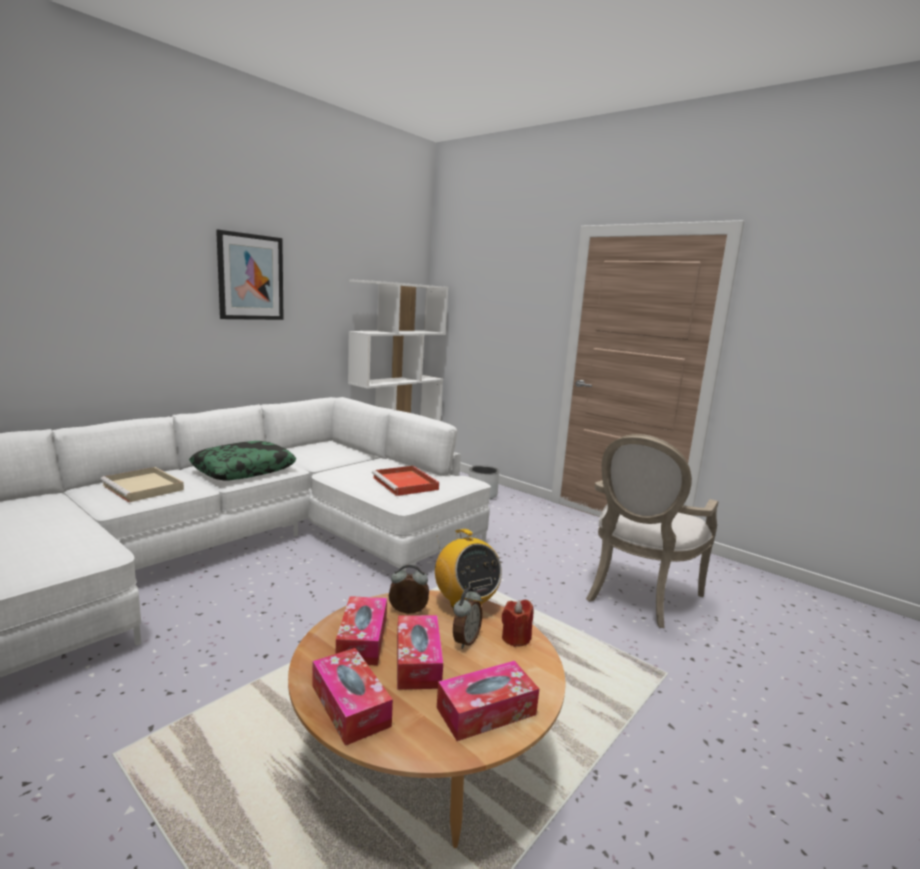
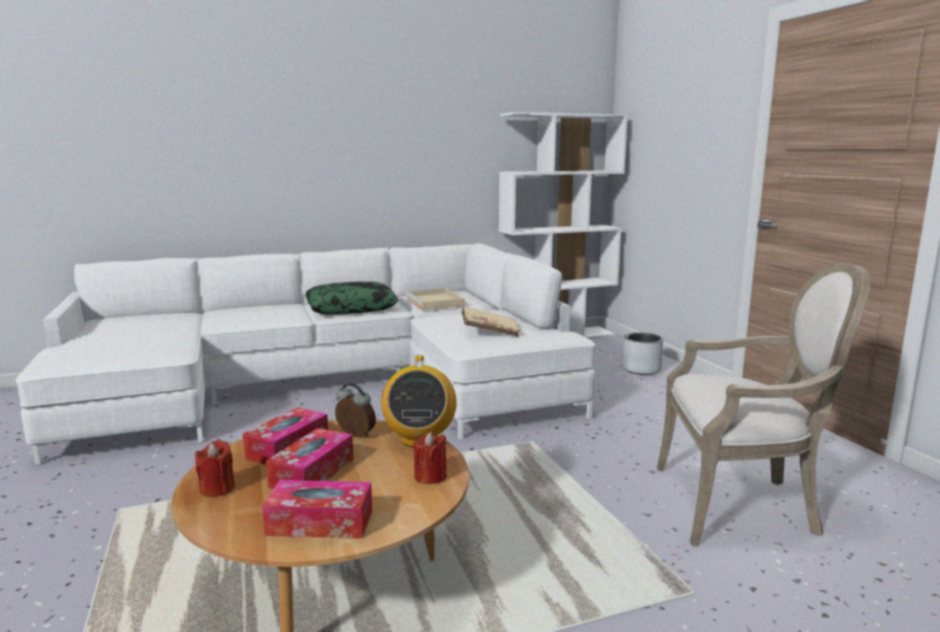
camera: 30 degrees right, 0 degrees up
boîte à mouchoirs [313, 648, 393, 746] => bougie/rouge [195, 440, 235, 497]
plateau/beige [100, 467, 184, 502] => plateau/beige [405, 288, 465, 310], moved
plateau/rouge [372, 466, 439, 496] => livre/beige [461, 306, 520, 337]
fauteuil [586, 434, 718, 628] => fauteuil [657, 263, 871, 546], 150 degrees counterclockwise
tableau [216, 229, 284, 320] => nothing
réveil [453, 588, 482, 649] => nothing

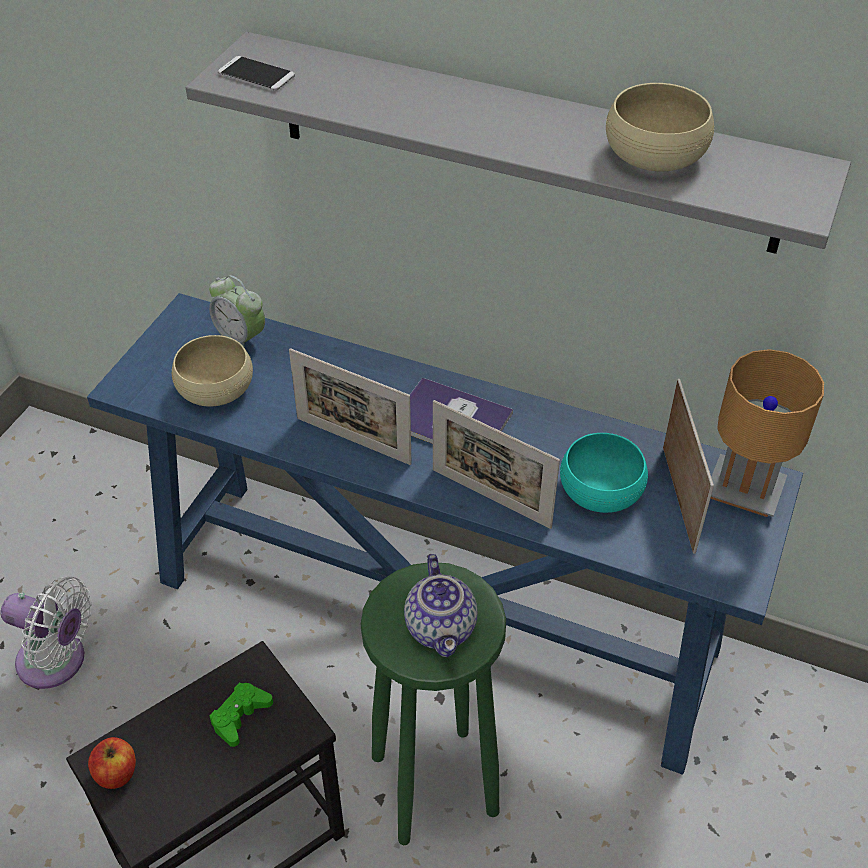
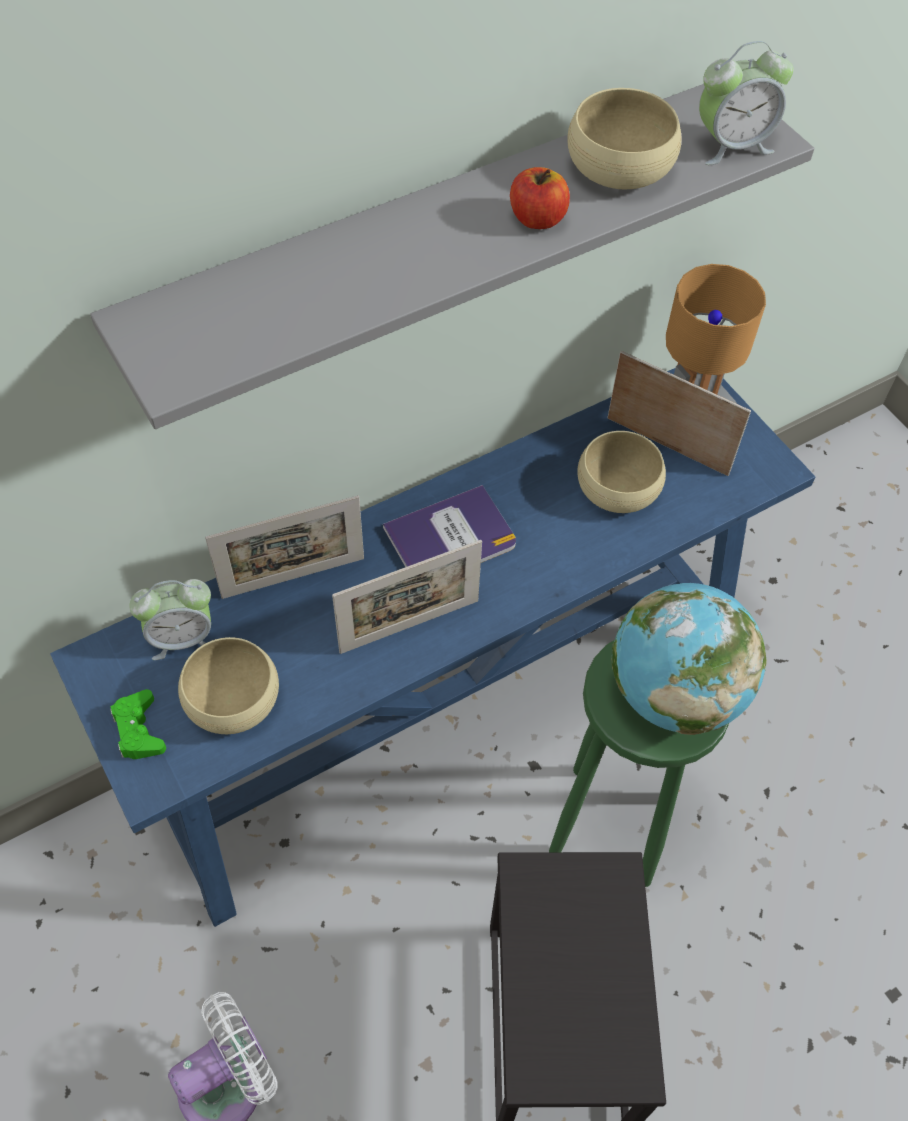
camera: 55 degrees left, 10 degrees up
manette/vert [209, 683, 273, 747] => manette/vert [110, 689, 166, 759], moved
cadre photo [433, 400, 560, 529] => cadre photo [205, 495, 364, 599], moved
pomme [88, 737, 136, 789] => pomme [510, 167, 570, 229], moved
bol/turquoise [560, 433, 648, 513] => bol/beige [577, 431, 666, 513]
théière [404, 554, 478, 657] => globe [612, 583, 767, 735]
nothing => réveil [699, 41, 793, 165]
téléphone [218, 56, 295, 91] => nothing

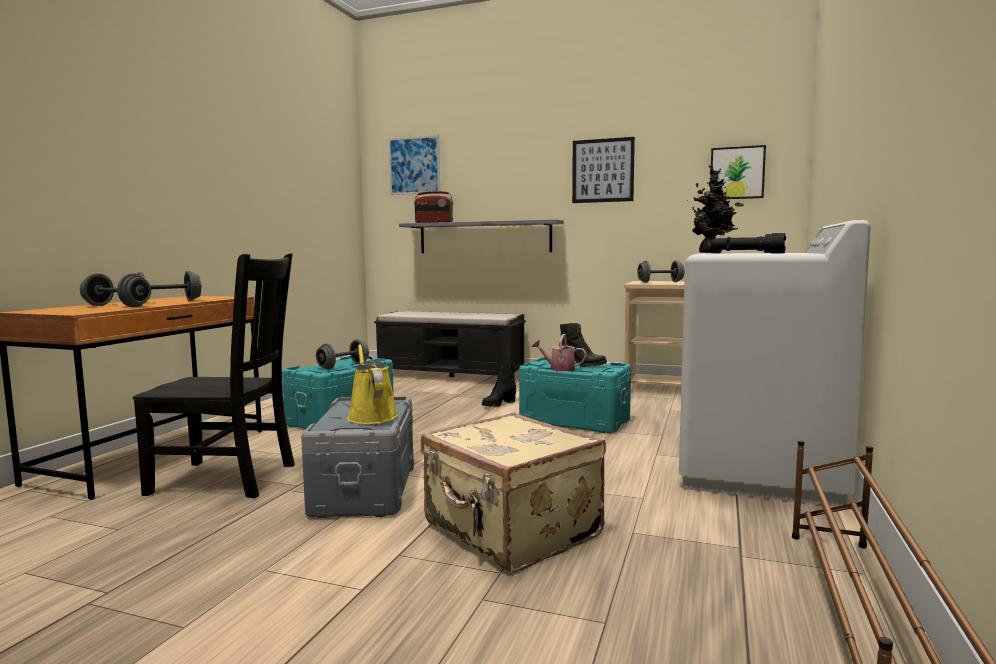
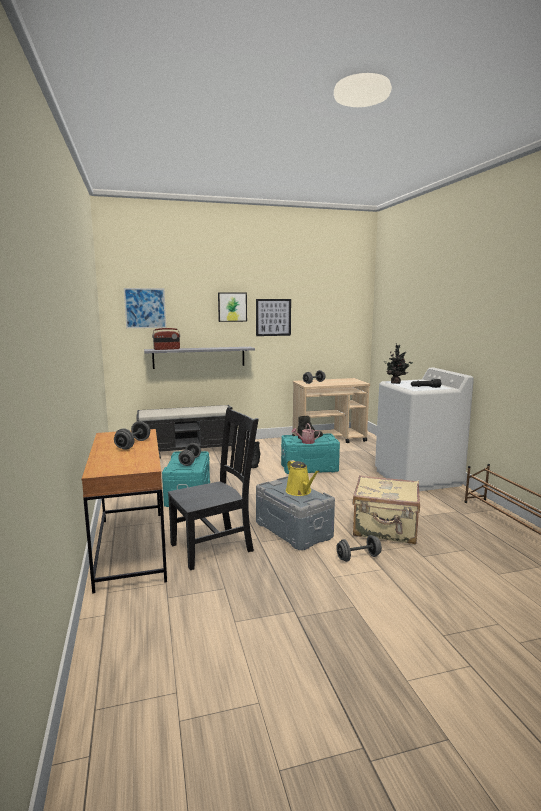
camera: 35 degrees left, 5 degrees up
tableau [710, 145, 766, 199] => tableau [218, 292, 247, 322], moved
arrosoir/jaune [347, 344, 398, 424] => arrosoir/jaune [286, 460, 320, 496], 150 degrees counterclockwise
haltère/gris [80, 273, 151, 307] => haltère/gris [336, 535, 382, 562], moved

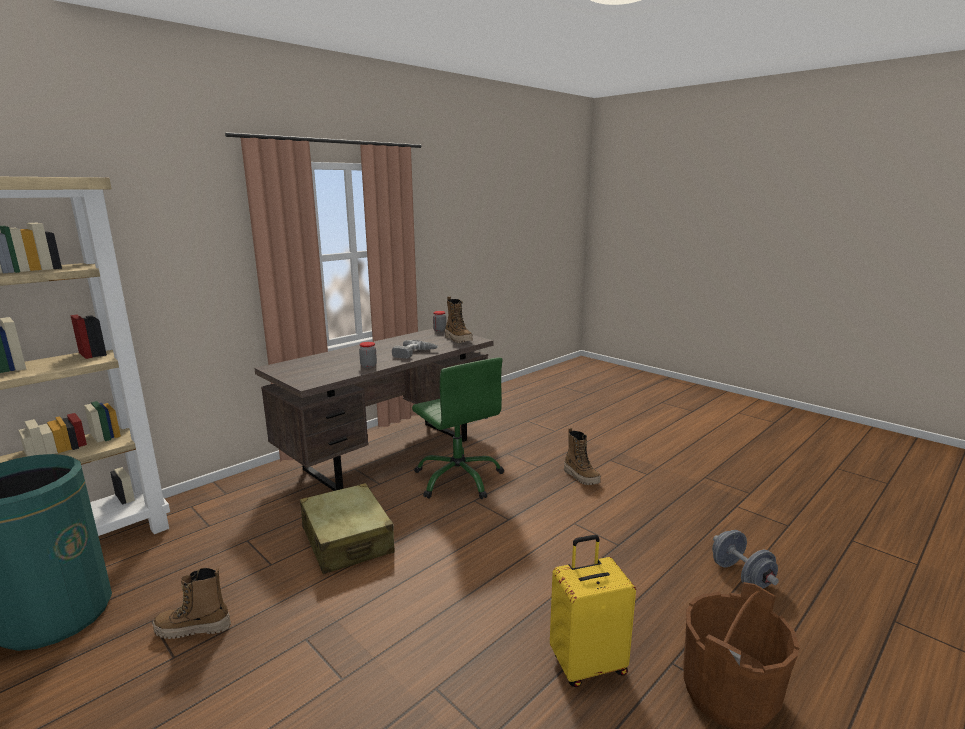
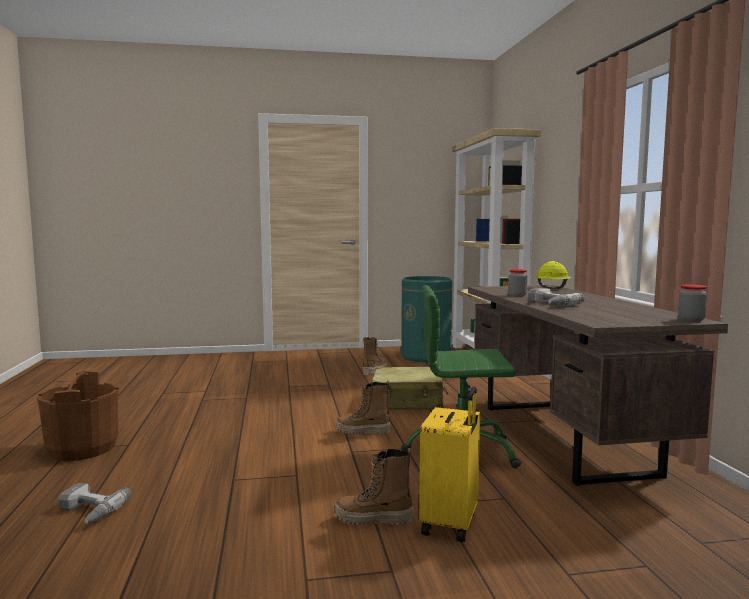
camera: 125 degrees right, 10 degrees down
haltère/gris [712, 530, 779, 588] => perceuse [58, 483, 131, 524]
botte [445, 296, 473, 343] => botte [336, 381, 391, 435], moved
valise/jaune [550, 535, 636, 687] => valise/jaune [419, 387, 480, 542], moved
nothing => casque de chantier/jaune [536, 261, 571, 289]

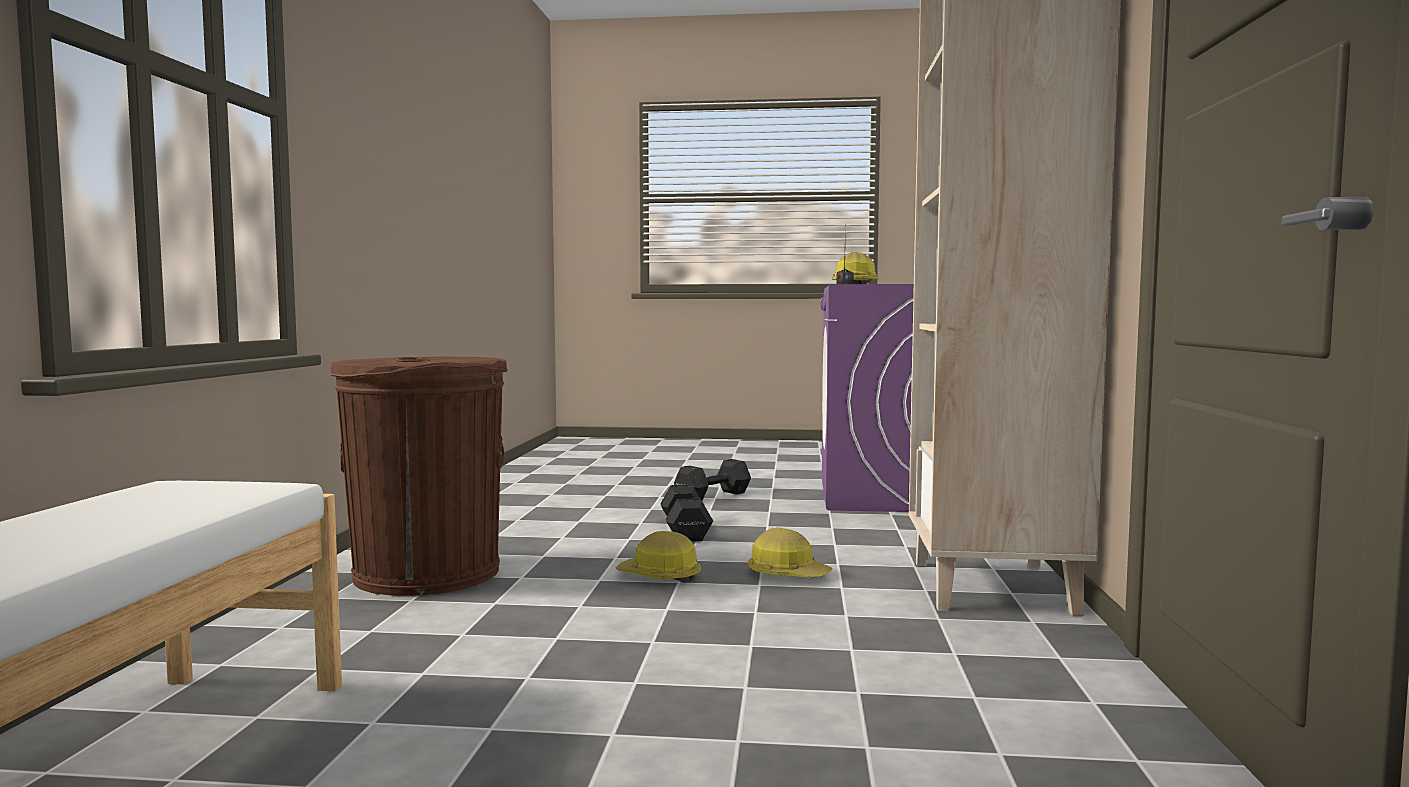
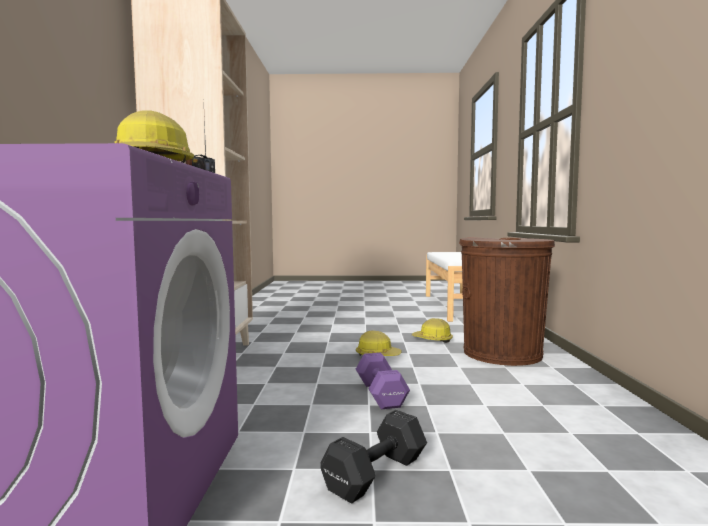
camera: 175 degrees right, 0 degrees up
haltère/noir [660, 485, 713, 542] => haltère/violet [356, 353, 410, 409]
casque de chantier [748, 528, 832, 578] => casque de chantier [412, 318, 453, 343], moved

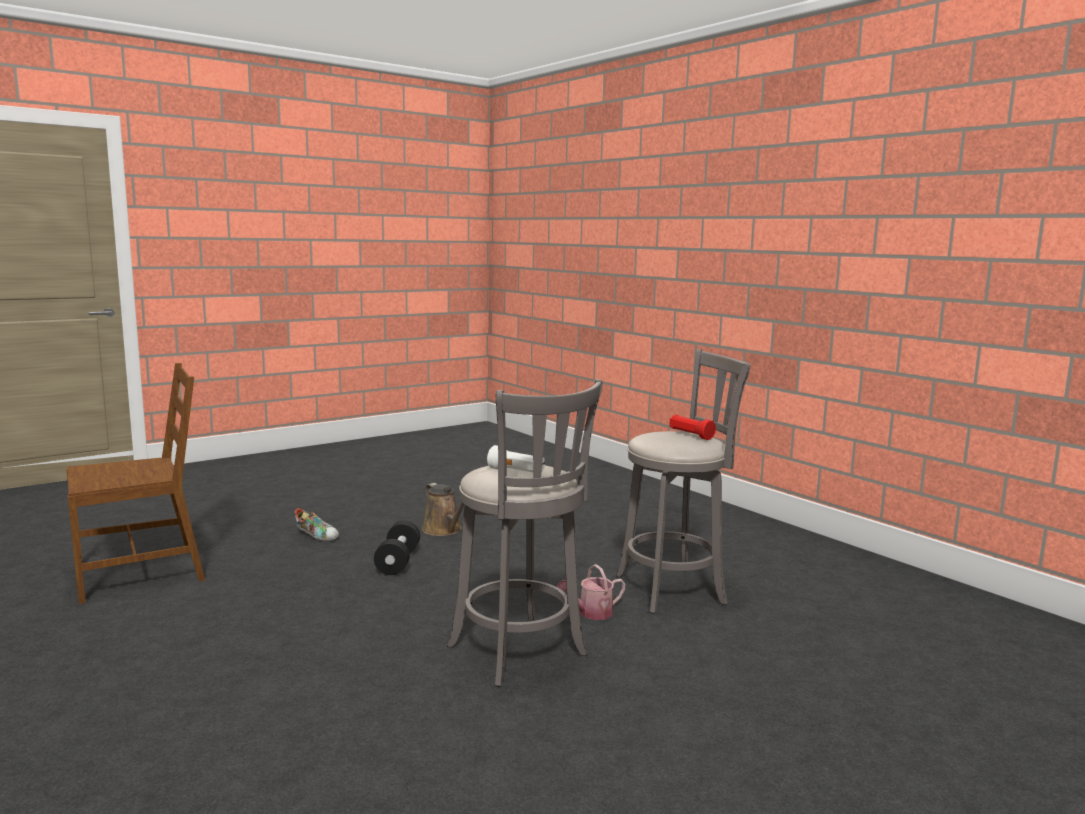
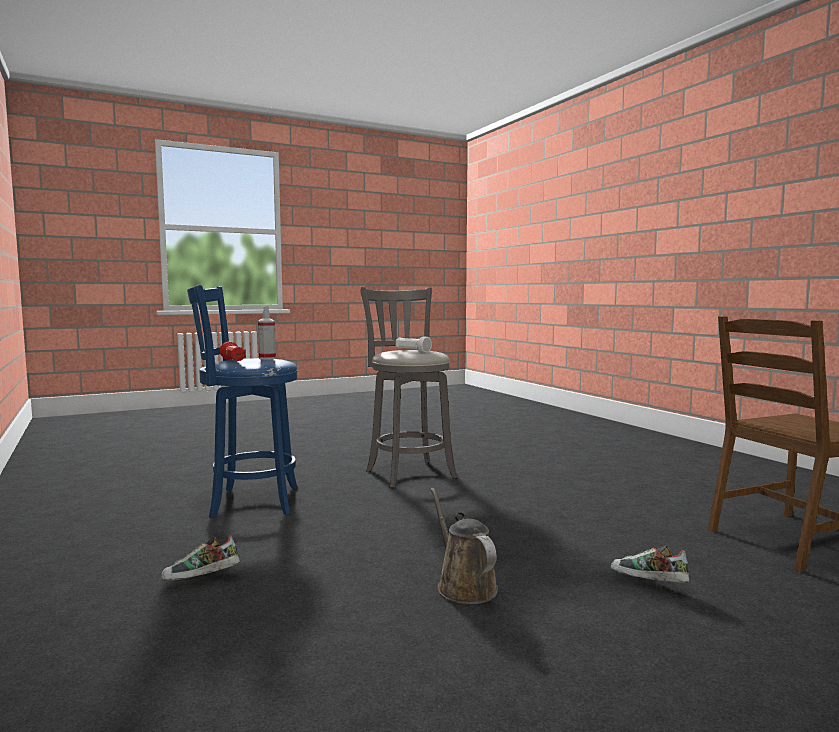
camera: 170 degrees left, 5 degrees down
nothing => chaussure [161, 535, 240, 581]
tabouret/gris [616, 349, 751, 614] => tabouret/bleu [187, 285, 298, 518]
nothing => vaporisateur [258, 306, 276, 360]
haltère/noir [374, 520, 420, 575] => nothing
arrosoir [557, 564, 626, 620] => nothing

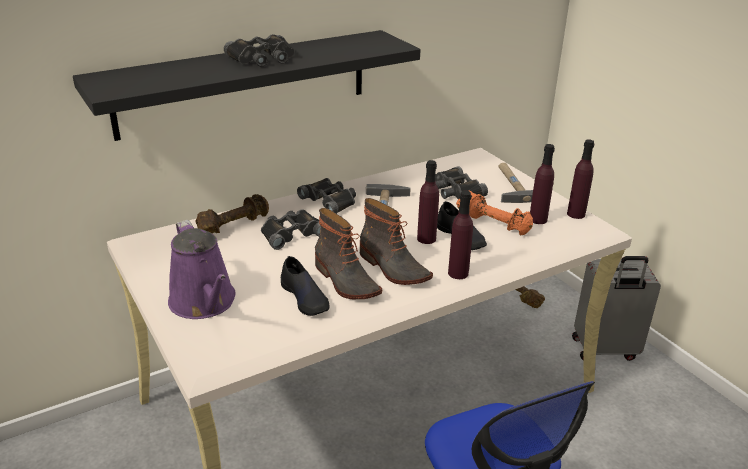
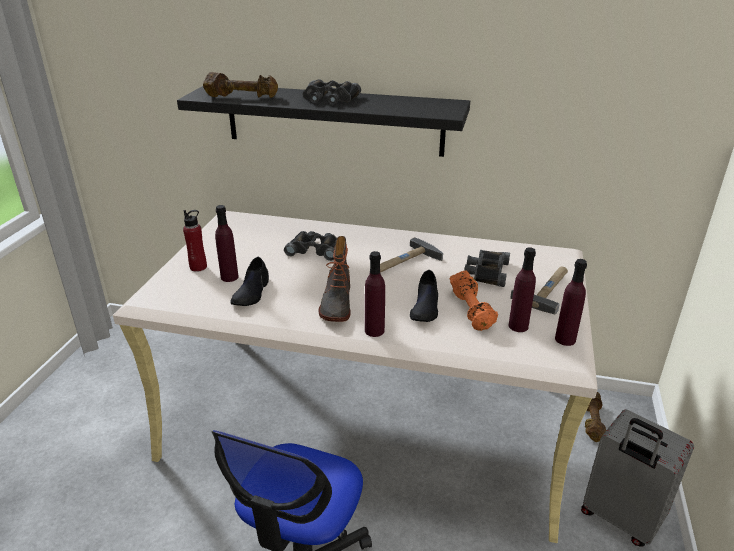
camera: 45 degrees right, 0 degrees up
arrosoir/violet [168, 220, 236, 319] => bouteille/rouge [183, 210, 207, 272]
haltère/marron [196, 194, 269, 234] => haltère/marron [203, 72, 278, 98], moved
bouteille/violet [417, 160, 439, 244] => bouteille/violet [215, 205, 239, 282], moved
jumelles/noir [297, 178, 356, 214] => nothing
botte [315, 208, 382, 299] => nothing

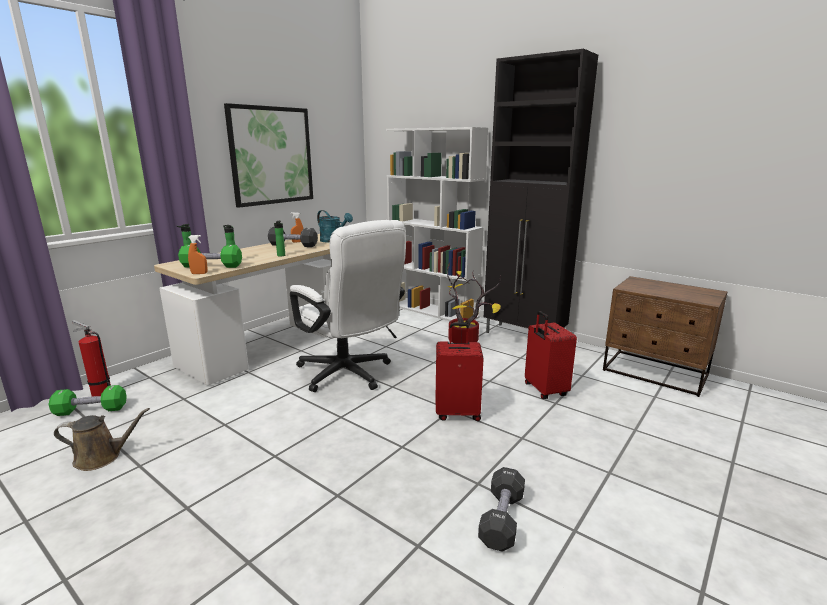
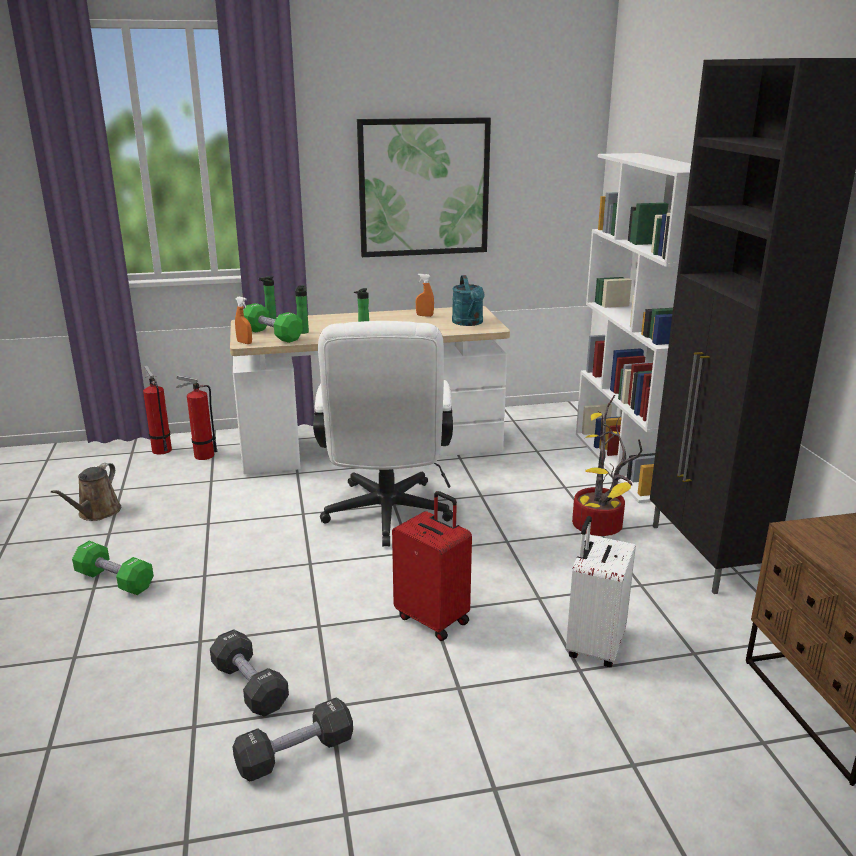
camera: 40 degrees right, 5 degrees up
arrosoir/marron [54, 408, 150, 471] => arrosoir/marron [51, 463, 121, 521], 75 degrees clockwise
haltère/vert [48, 385, 127, 416] => haltère/vert [72, 541, 154, 595], moved
nothing => extincteur [176, 375, 217, 460]
haltère/noir [268, 227, 318, 247] => haltère/noir [210, 629, 289, 716], moved
valise/rouge [525, 311, 577, 399] => valise/blanc [566, 516, 636, 667]

